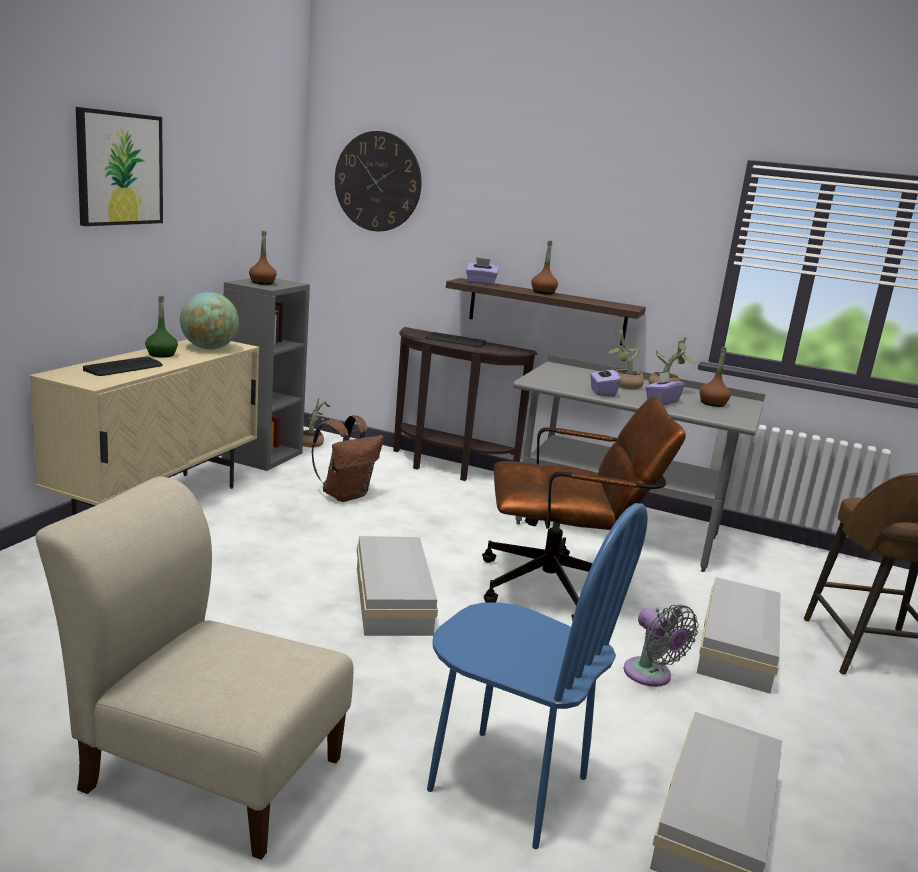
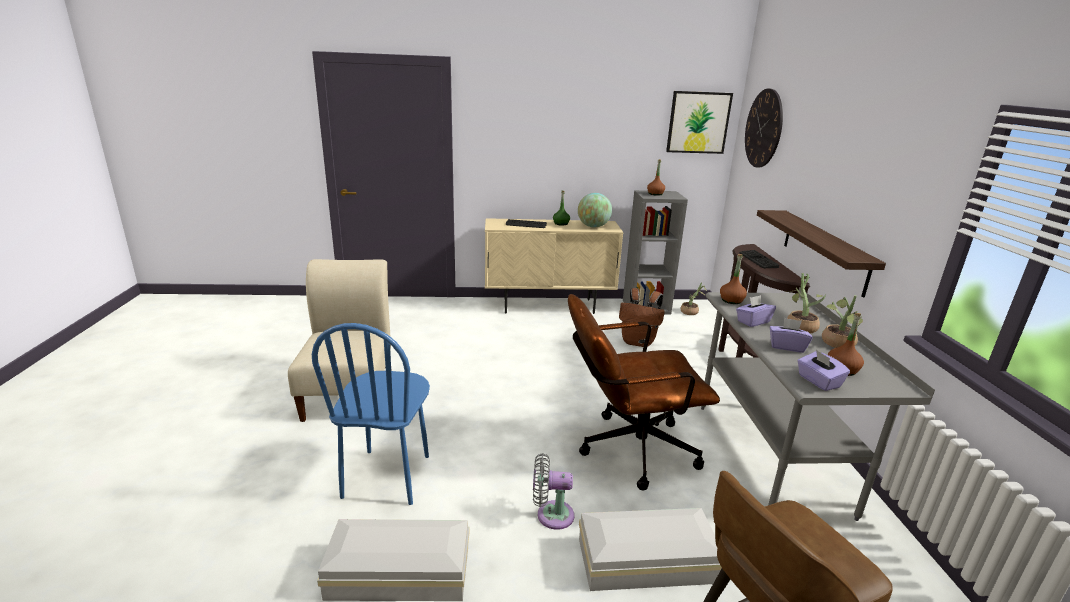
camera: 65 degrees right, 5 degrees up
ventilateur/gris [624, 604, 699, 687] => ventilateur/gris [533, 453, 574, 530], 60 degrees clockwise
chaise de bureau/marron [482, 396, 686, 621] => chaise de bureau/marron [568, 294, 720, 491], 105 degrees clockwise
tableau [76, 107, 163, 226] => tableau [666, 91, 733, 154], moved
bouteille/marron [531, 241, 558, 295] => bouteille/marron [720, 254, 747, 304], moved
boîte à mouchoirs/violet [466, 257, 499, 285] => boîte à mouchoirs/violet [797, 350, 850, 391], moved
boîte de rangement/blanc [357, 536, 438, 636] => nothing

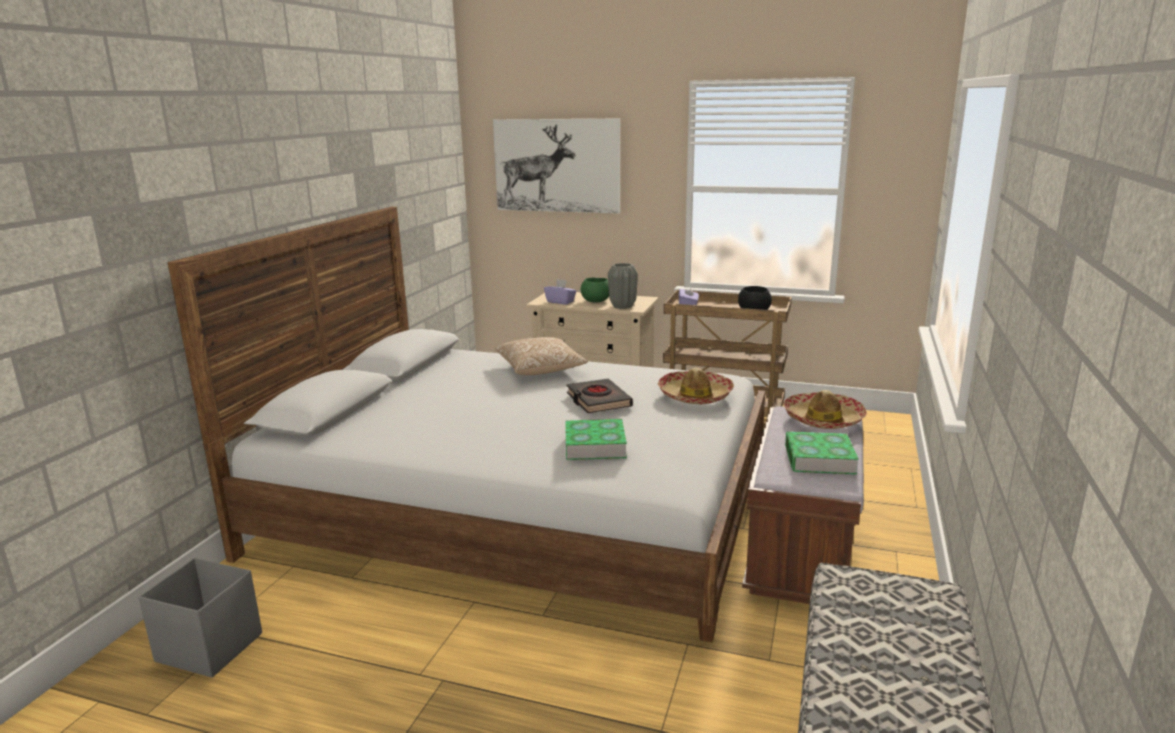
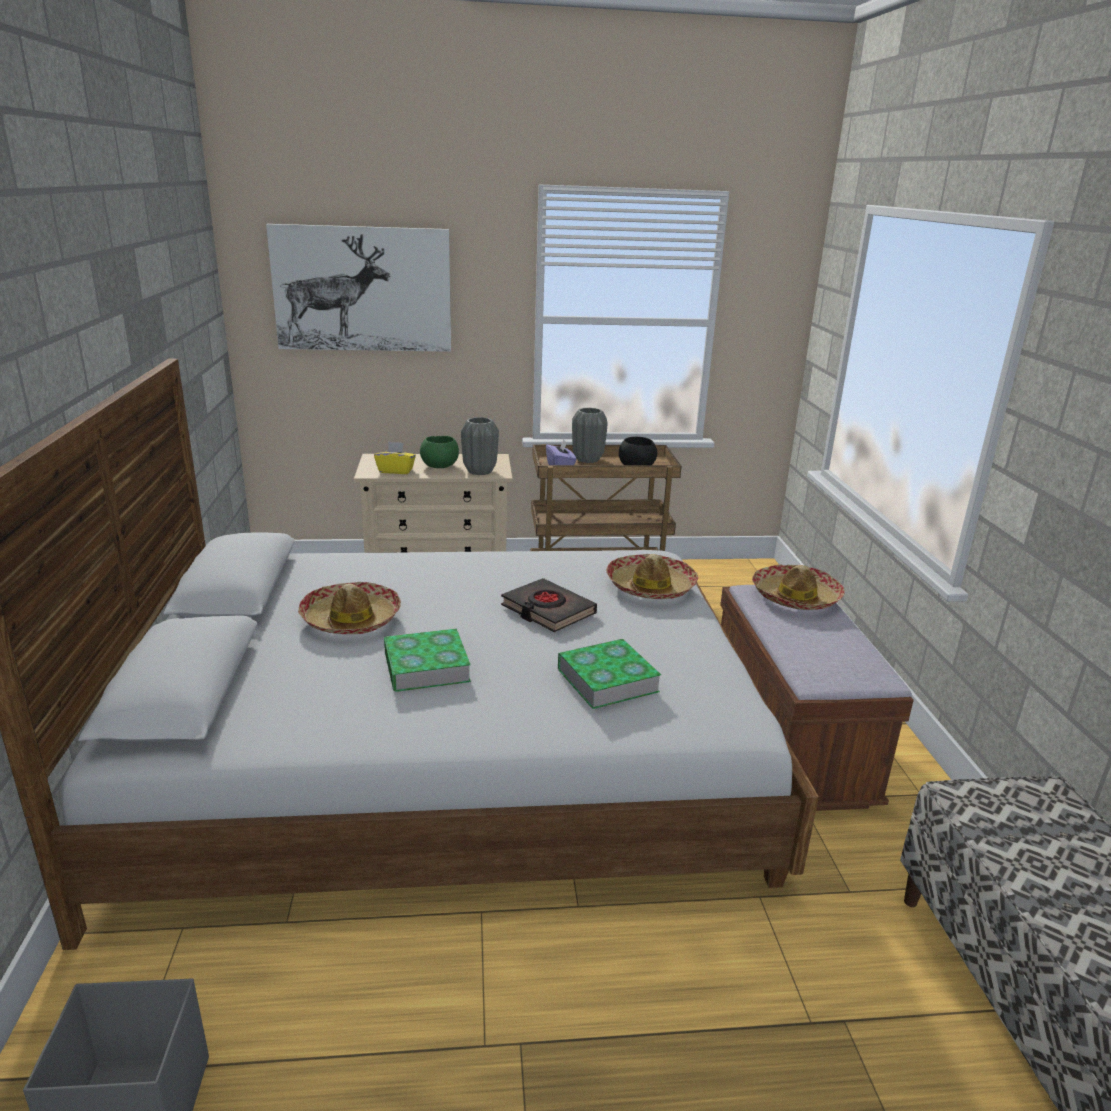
camera: 25 degrees left, 5 degrees up
nothing => chapeau [298, 582, 401, 634]
boîte à mouchoirs/violet [544, 279, 577, 304] => boîte à mouchoirs/jaune [374, 442, 416, 474]
livre [785, 431, 859, 474] => livre [384, 628, 471, 692], moved
nothing => vase/gris [572, 408, 608, 463]
coussin [495, 337, 588, 375] => nothing

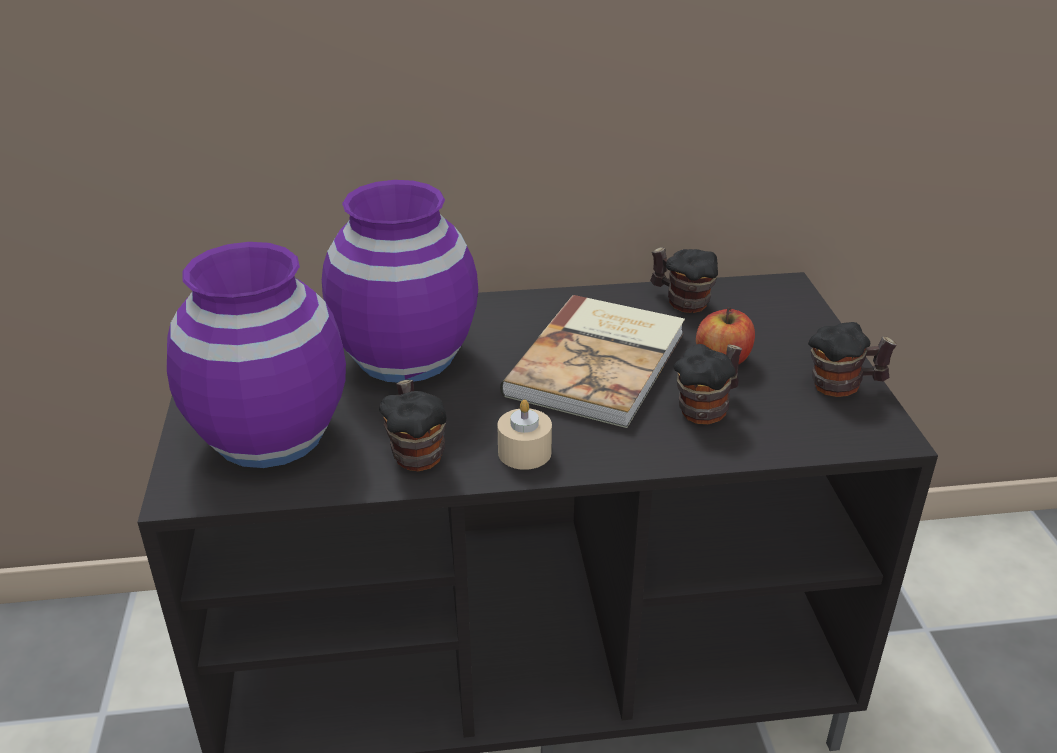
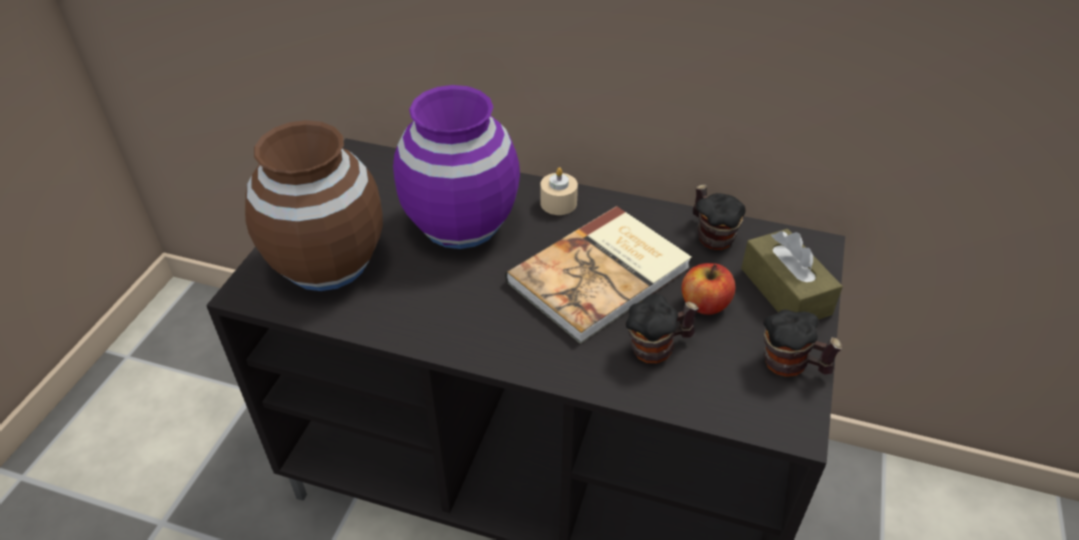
camera: 25 degrees right, 10 degrees up
vase/violet [167, 242, 346, 468] => vase/marron [245, 120, 383, 291]
bougie/beige [497, 399, 552, 470] => bougie/beige [540, 167, 578, 215], moved
nothing => boîte à mouchoirs/marron [741, 229, 843, 320]
mug [379, 380, 446, 472] => nothing

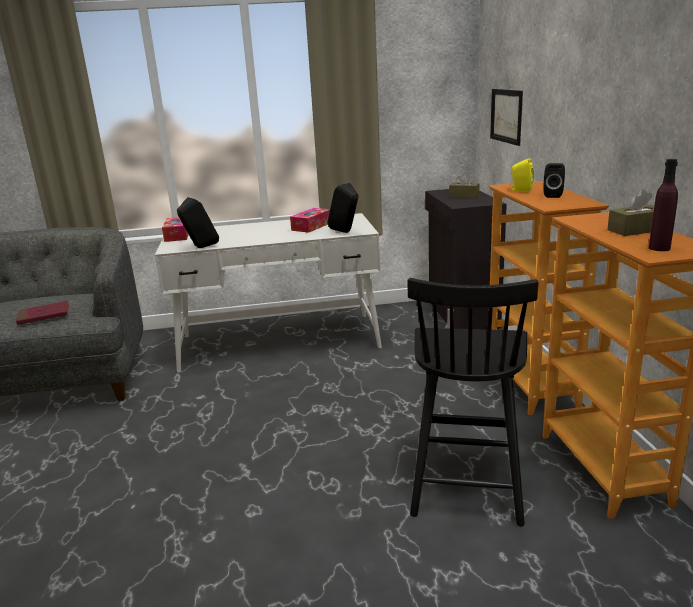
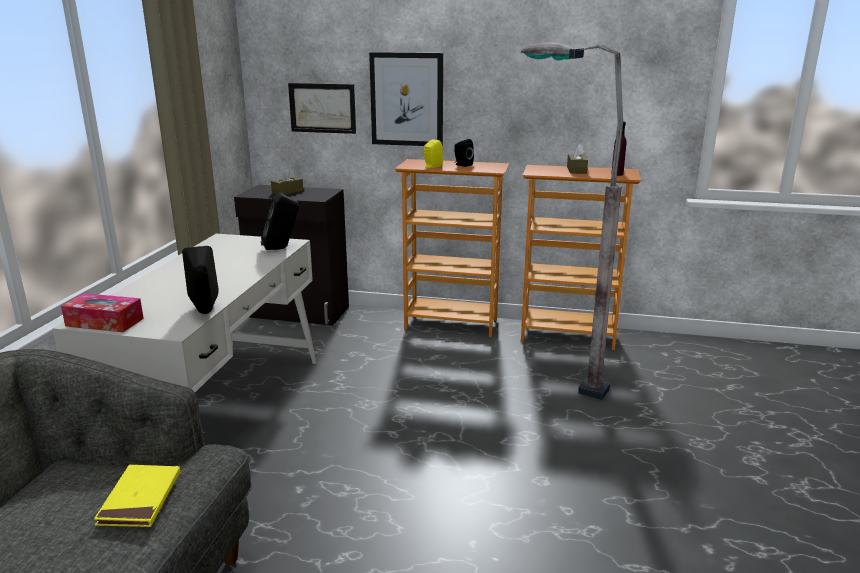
camera: 70 degrees left, 0 degrees up
livre/rouge [16, 301, 69, 325] => livre/jaune [94, 465, 180, 527]
nothing => tableau [369, 52, 443, 146]
chaise/noir [407, 278, 538, 527] => lampadaire/gris [520, 43, 623, 400]
boîte à mouchoirs [290, 208, 330, 233] => nothing

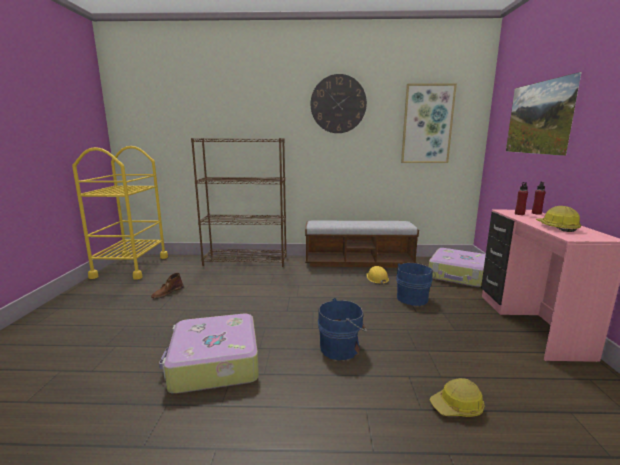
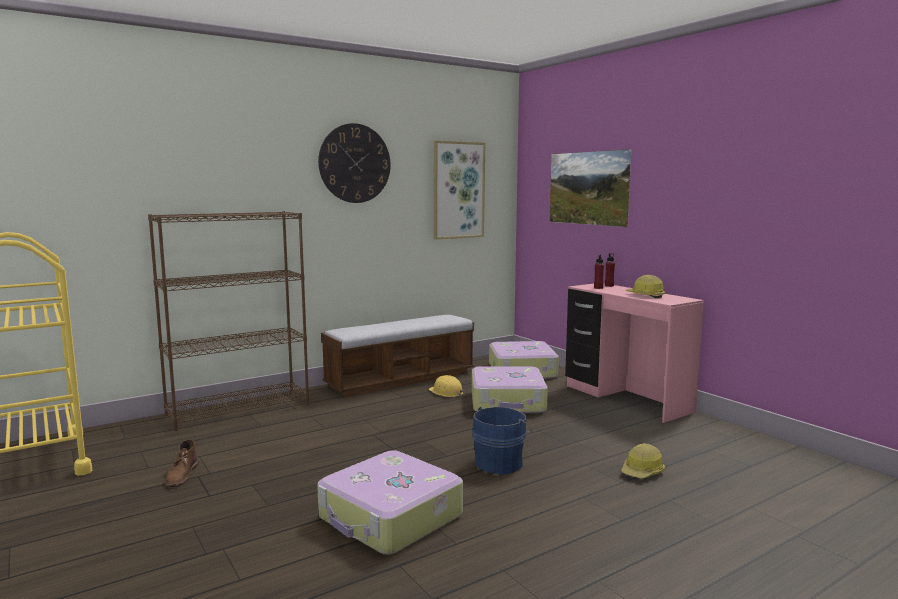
camera: 35 degrees left, 5 degrees down
seau/bleu [396, 263, 436, 306] => valise [472, 366, 548, 413]

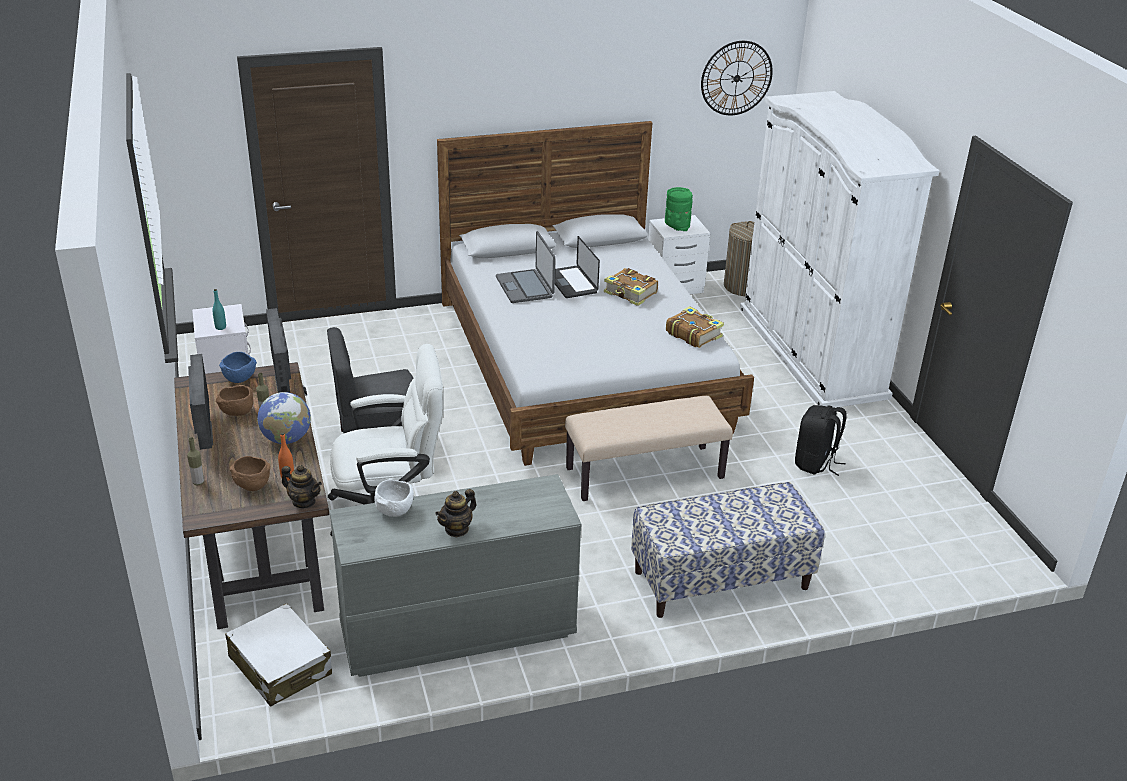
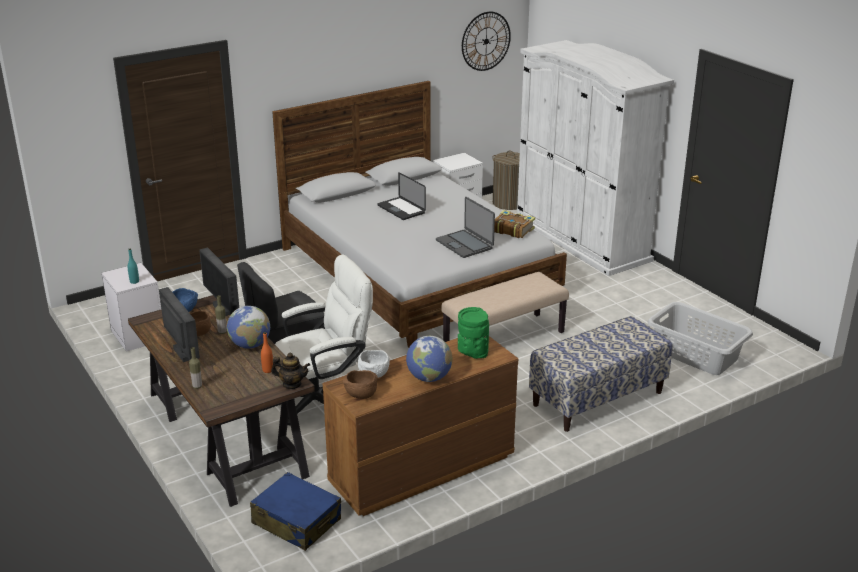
camera: 15 degrees left, 5 degrees down
valise/blanc [225, 603, 332, 707] => valise/bleu [250, 472, 341, 551]
commode/gris [329, 474, 581, 677] => commode/marron [323, 336, 518, 516]
bol/marron [229, 456, 270, 491] => bol/marron [343, 370, 378, 399], moved
théière [435, 489, 477, 537] => globe [406, 336, 452, 382]
ordinateur portable [496, 231, 555, 303] => ordinateur portable [436, 197, 495, 258], moved
vase/vert [665, 187, 693, 231] => vase/vert [458, 307, 489, 359], moved
nothing => panier à linge/gris [648, 302, 753, 375]
livre [604, 268, 658, 306] => nothing
sac à dos/noir [795, 405, 847, 476] => nothing

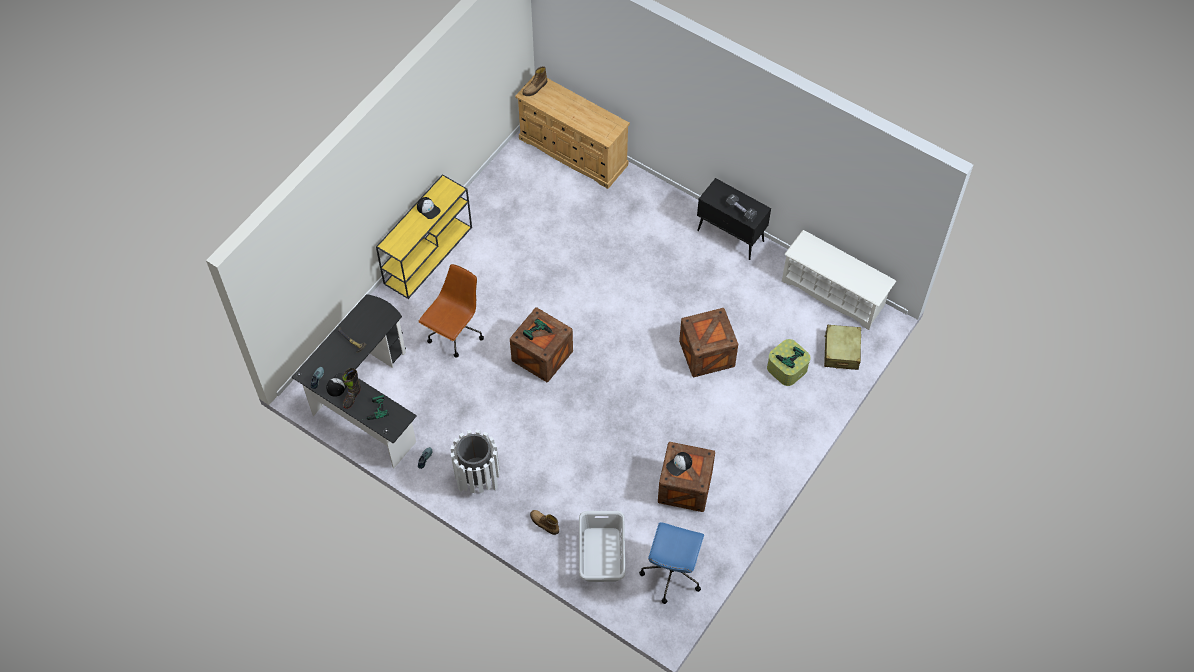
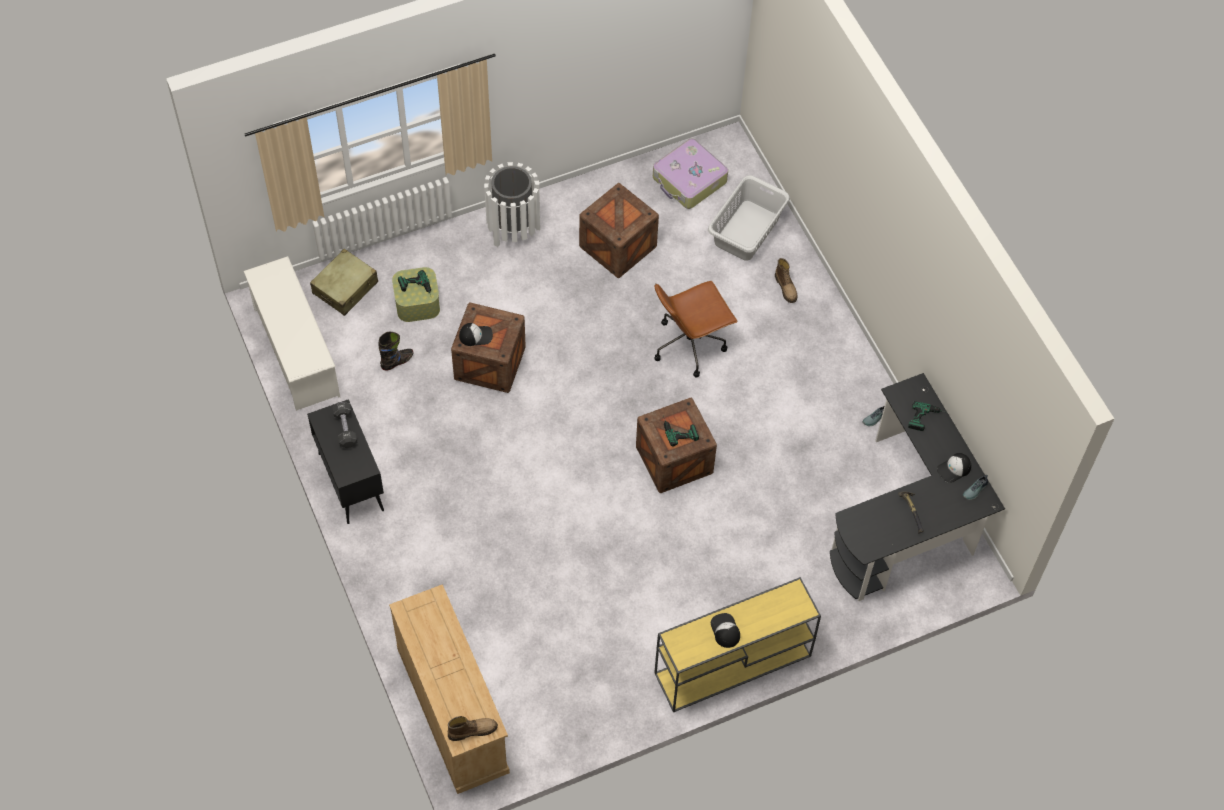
camera: 150 degrees left, 0 degrees up
botte/noir [342, 368, 361, 409] => botte/noir [379, 332, 413, 371], moved
casquette [666, 452, 692, 476] => casquette [459, 323, 493, 346], moved
poubelle/blanc [451, 429, 500, 493] => poubelle/blanc [484, 162, 540, 247], moved
chaise de bureau/bleu [639, 522, 704, 604] => valise [653, 139, 728, 209]
chaise de bureau/marron [418, 264, 484, 358] => chaise de bureau/marron [654, 281, 737, 377], moved

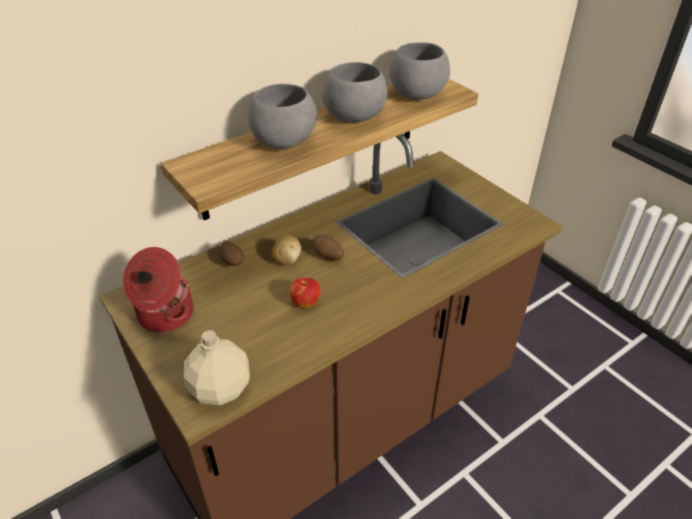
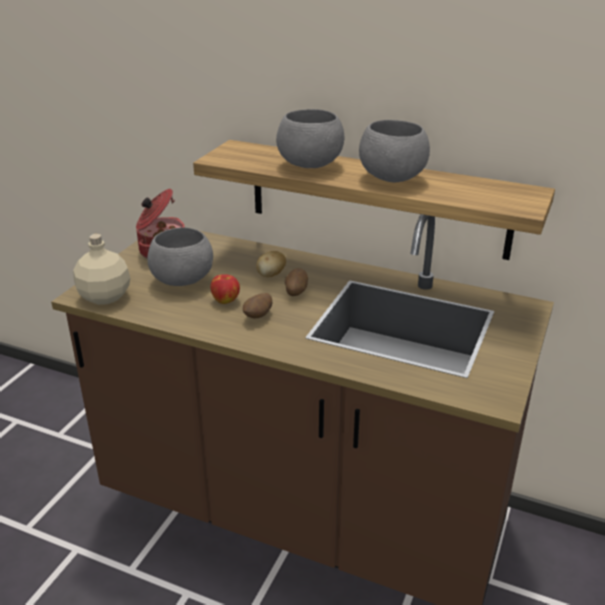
camera: 60 degrees right, 10 degrees down
bol/gris [389, 42, 450, 100] => bol/gris [147, 227, 213, 286], moved
pomme de terre [219, 240, 244, 266] => pomme de terre [243, 293, 273, 318], moved

